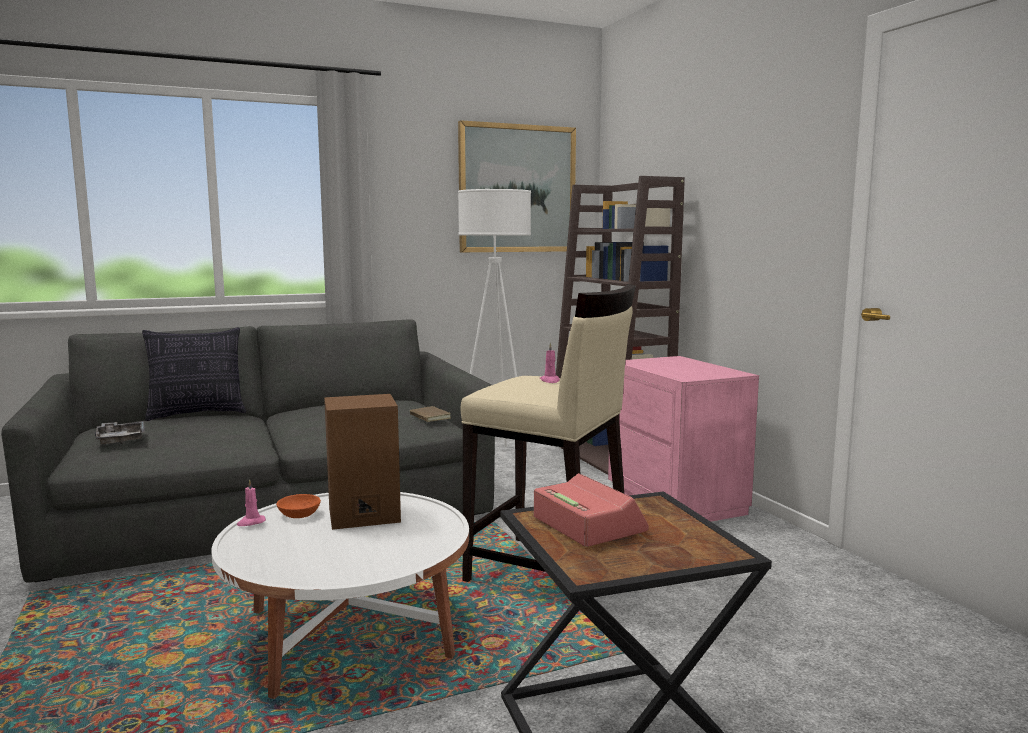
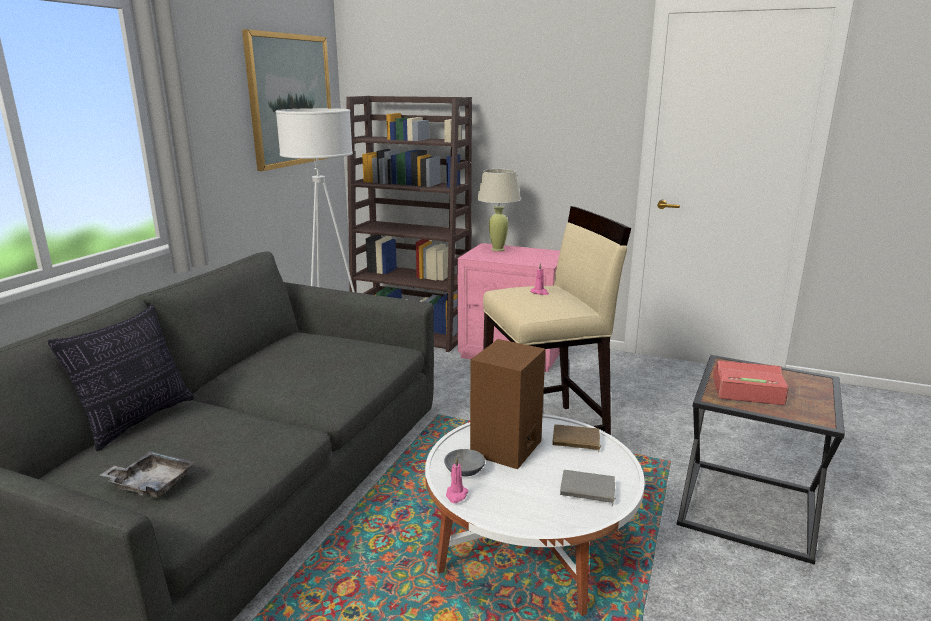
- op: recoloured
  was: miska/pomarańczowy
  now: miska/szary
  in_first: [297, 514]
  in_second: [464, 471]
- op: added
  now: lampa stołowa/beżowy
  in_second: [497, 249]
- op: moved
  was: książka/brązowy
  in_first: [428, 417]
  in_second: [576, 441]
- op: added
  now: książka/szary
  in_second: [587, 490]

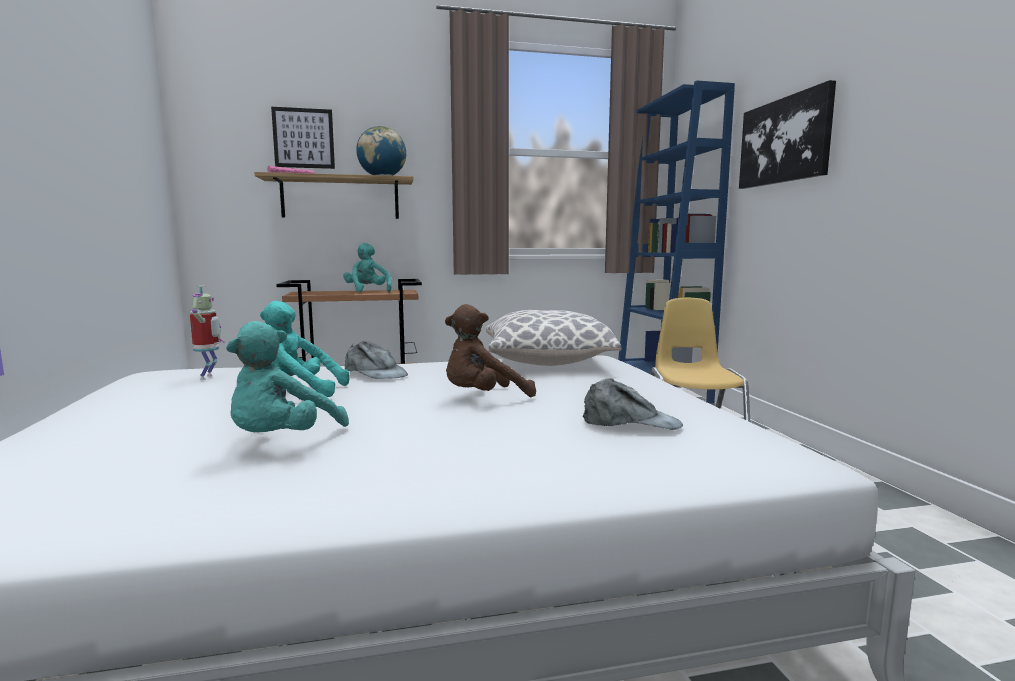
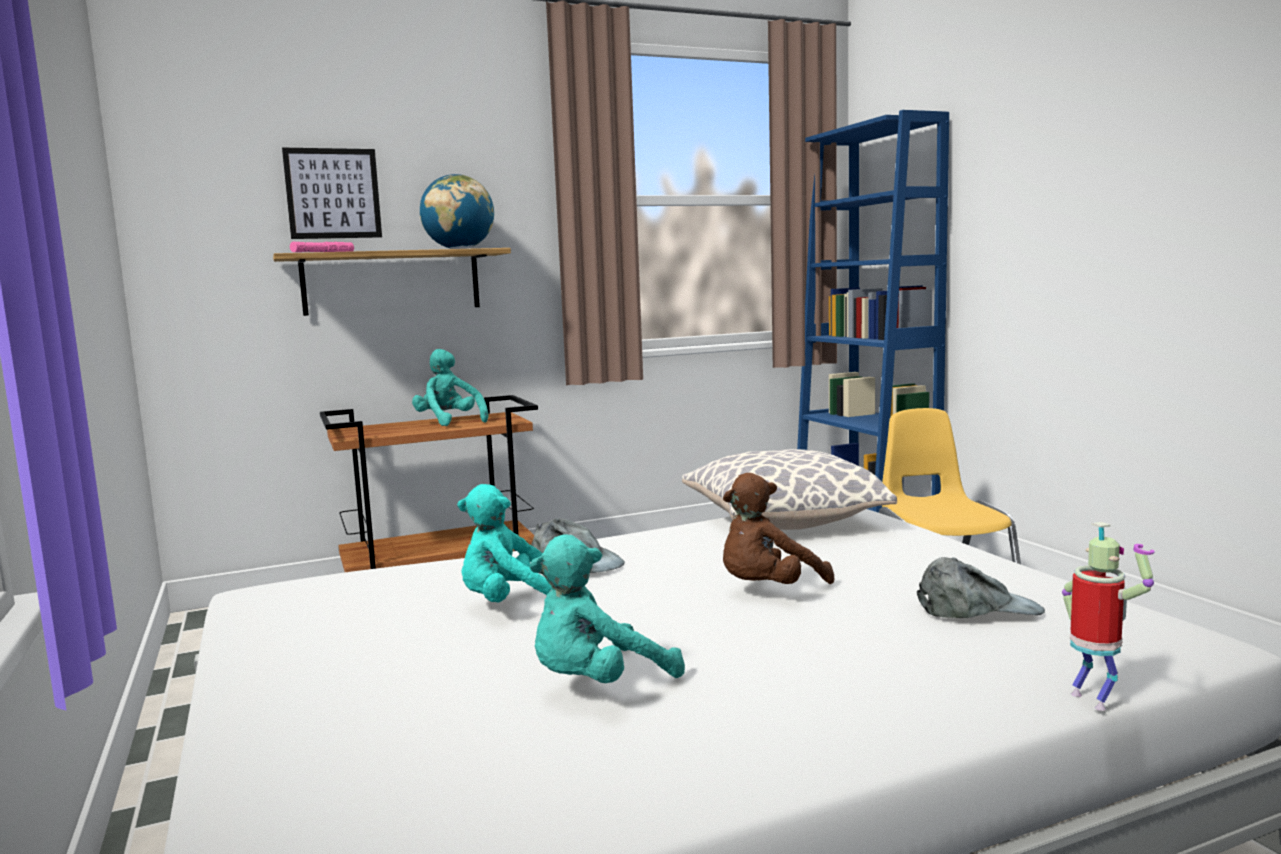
- op: turned
  was: pluszak/turkusowy
  in_first: [283, 441]
  in_second: [598, 683]
  clockwise: 45
- op: moved
  was: robot zabawkowy
  in_first: [209, 377]
  in_second: [1094, 700]
- op: removed
  was: obraz
  in_first: [785, 141]

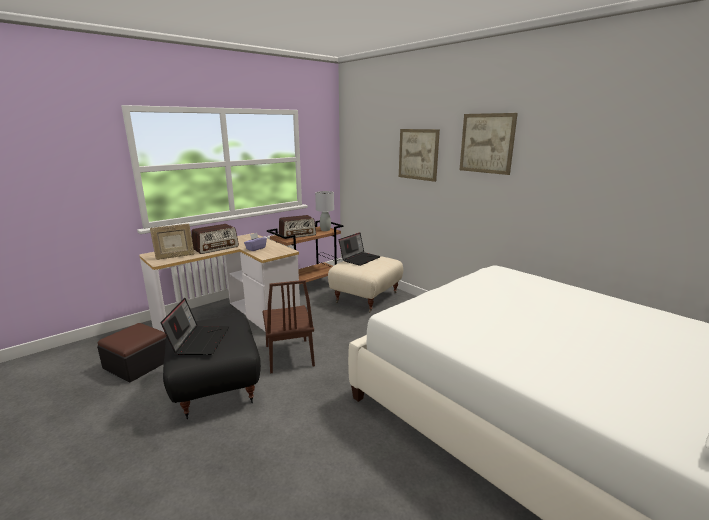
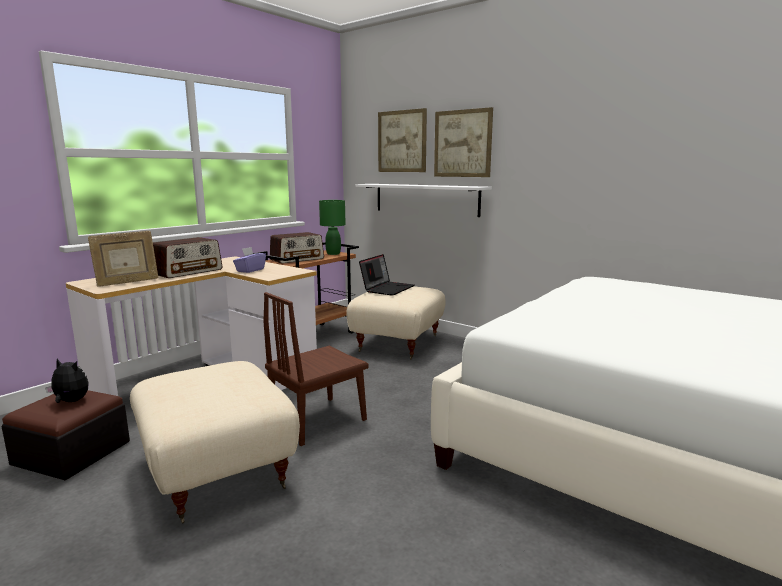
- op: added
  now: pluszak
  in_second: [70, 402]
- op: recoloured
  was: pufa/czarny
  now: pufa/beżowy
  in_first: [215, 386]
  in_second: [215, 471]
- op: turned
  was: krzesło/brązowy
  in_first: [289, 355]
  in_second: [317, 420]
  clockwise: 75
- op: recoloured
  was: lampa stołowa/szary
  now: lampa stołowa/zielony
  in_first: [325, 230]
  in_second: [333, 253]
- op: added
  now: półka/biały
  in_second: [425, 199]
- op: moved
  was: obraz
  in_first: [487, 143]
  in_second: [402, 141]
- op: removed
  was: laptop
  in_first: [199, 340]

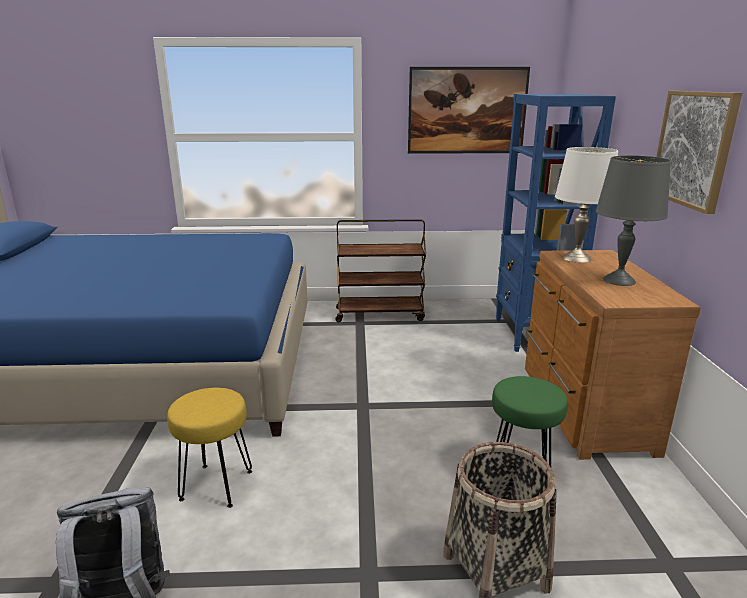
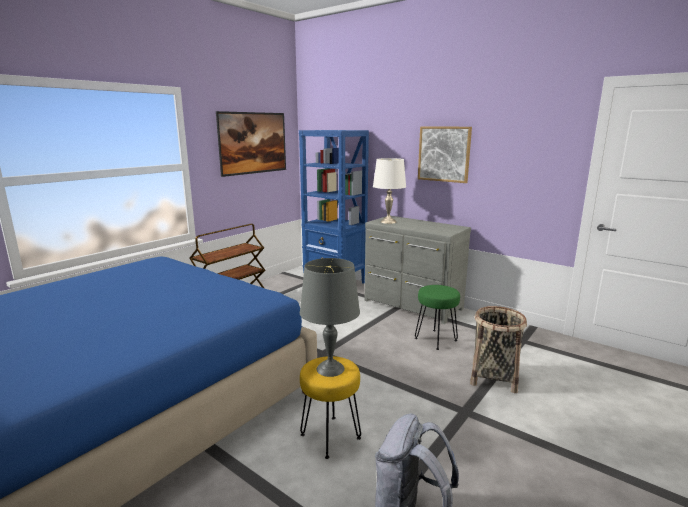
- op: moved
  was: lampa stołowa/szary
  in_first: [619, 280]
  in_second: [331, 369]
- op: recoloured
  was: komoda/brązowy
  now: komoda/szary
  in_first: [582, 410]
  in_second: [412, 305]

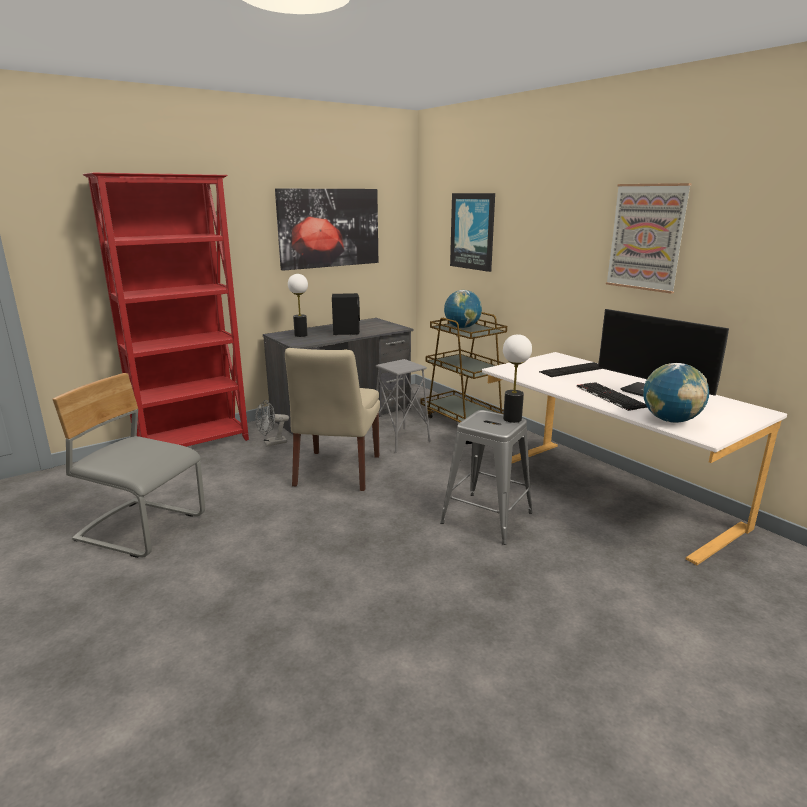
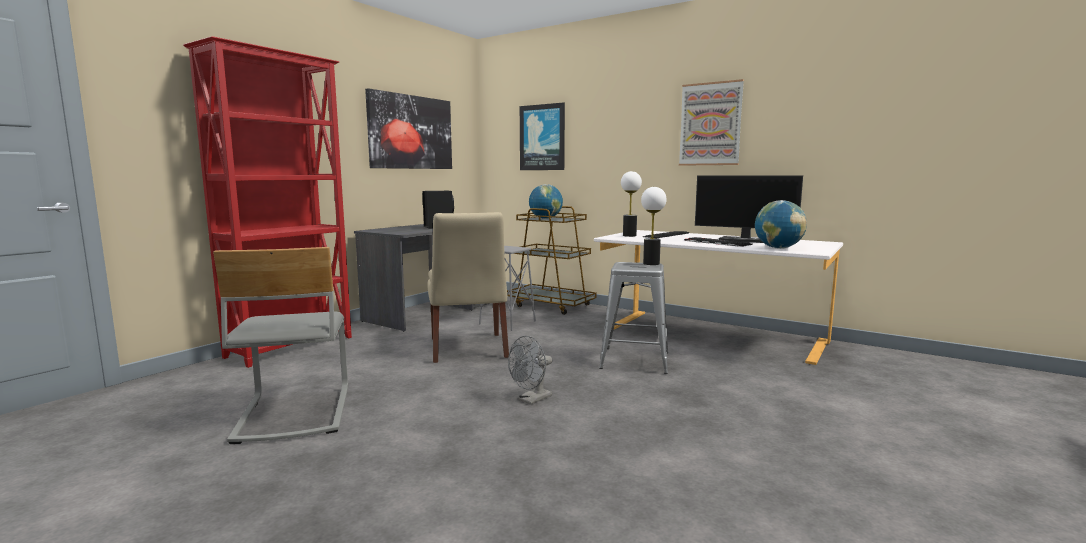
- op: turned
  was: krzesło/szary
  in_first: [142, 528]
  in_second: [293, 413]
  clockwise: -105
- op: moved
  was: wentylator/szary
  in_first: [271, 443]
  in_second: [531, 400]
- op: moved
  was: lampa stołowa
  in_first: [300, 335]
  in_second: [629, 235]

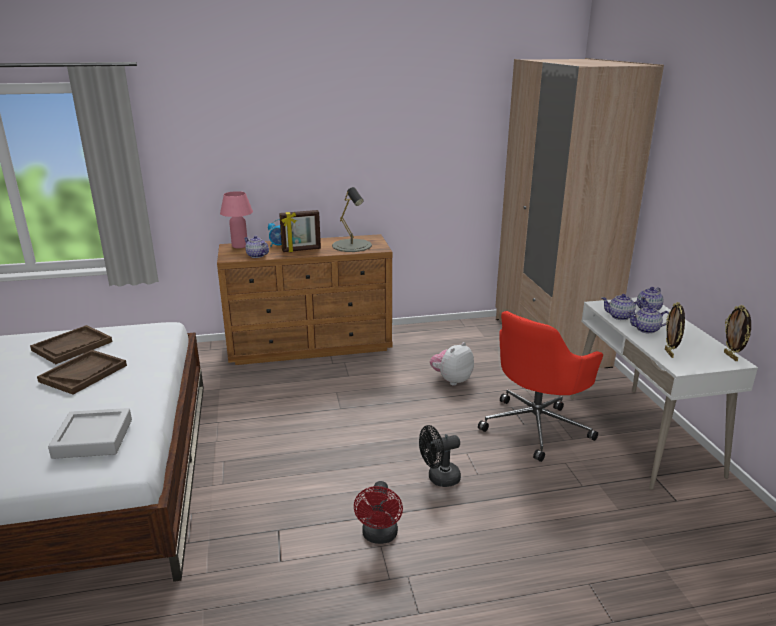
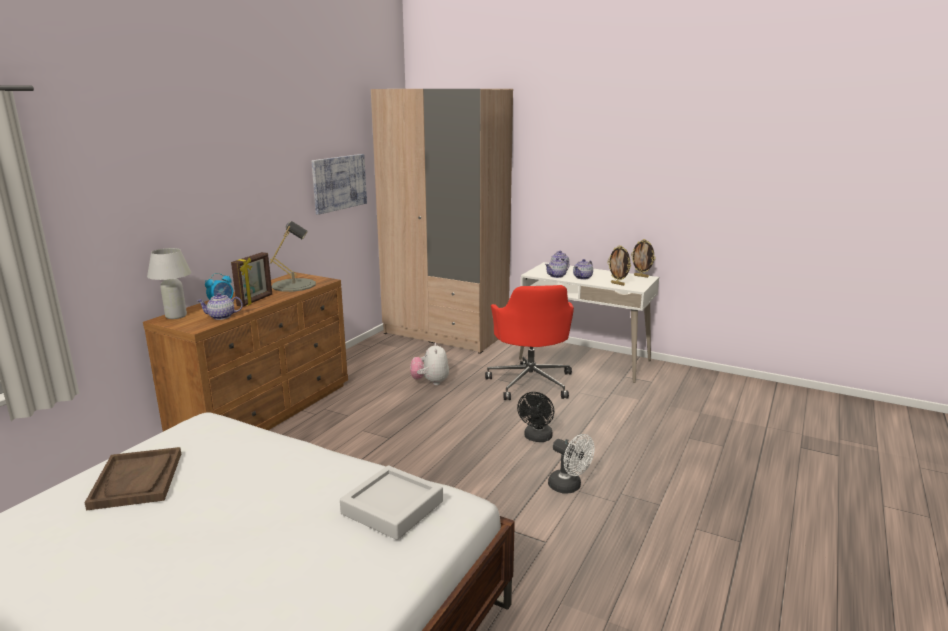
- op: recoloured
  was: lampa stołowa/różowy
  now: lampa stołowa/biały
  in_first: [240, 246]
  in_second: [176, 316]
- op: added
  now: obraz
  in_second: [339, 183]
- op: recoloured
  was: wentylator/czerwony
  now: wentylator/biały
  in_first: [379, 536]
  in_second: [569, 487]
- op: removed
  was: taca/brązowy
  in_first: [83, 373]

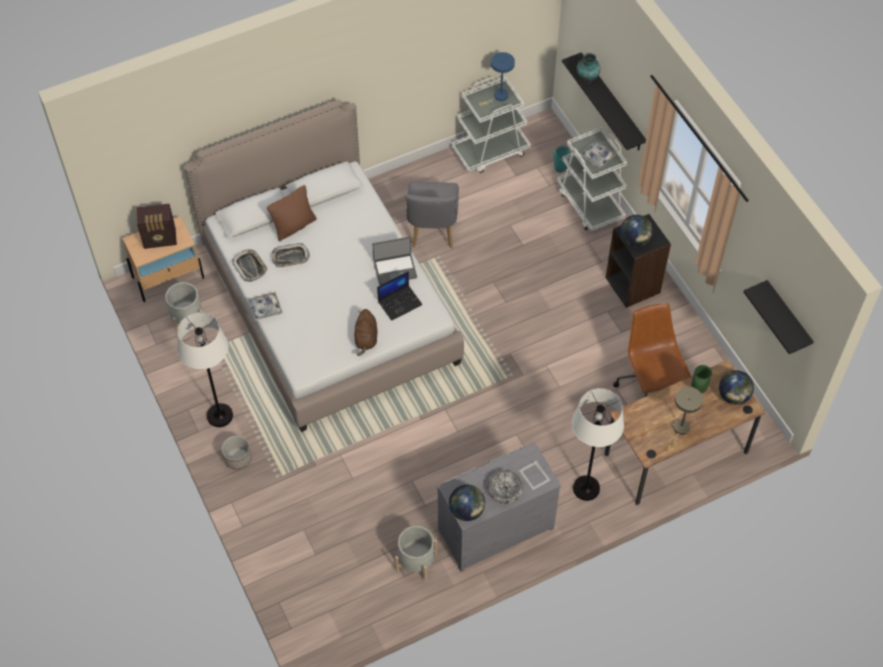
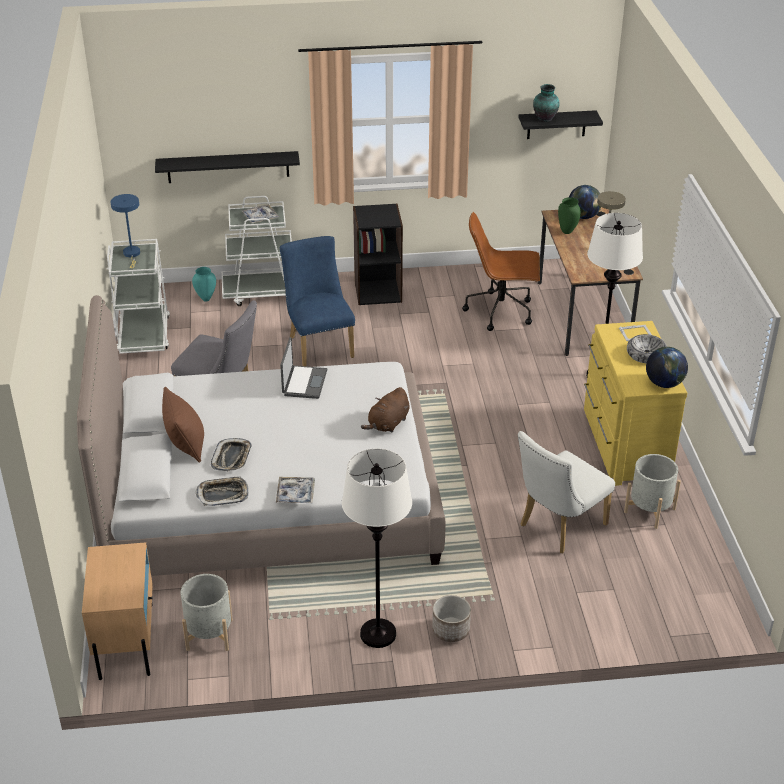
- op: added
  now: krzesło/niebieski
  in_second: [319, 344]
- op: turned
  was: pluszak/brązowy
  in_first: [366, 338]
  in_second: [388, 424]
  clockwise: 105
- op: added
  now: krzesło/biały
  in_second: [558, 527]
- op: moved
  was: wazon
  in_first: [587, 79]
  in_second: [545, 119]
- op: recoloured
  was: komoda/szary
  now: komoda/żółty
  in_first: [493, 527]
  in_second: [624, 445]
- op: removed
  was: radio
  in_first: [160, 239]
- op: removed
  was: laptop
  in_first: [400, 302]
- op: removed
  was: globus
  in_first: [634, 240]

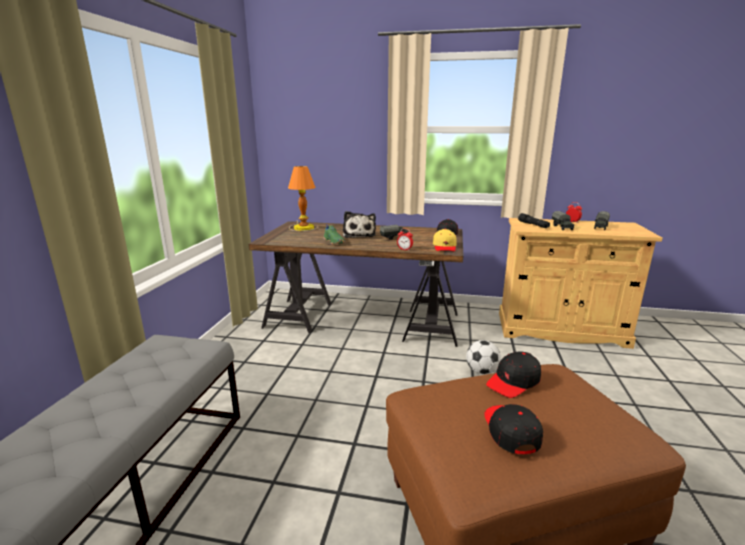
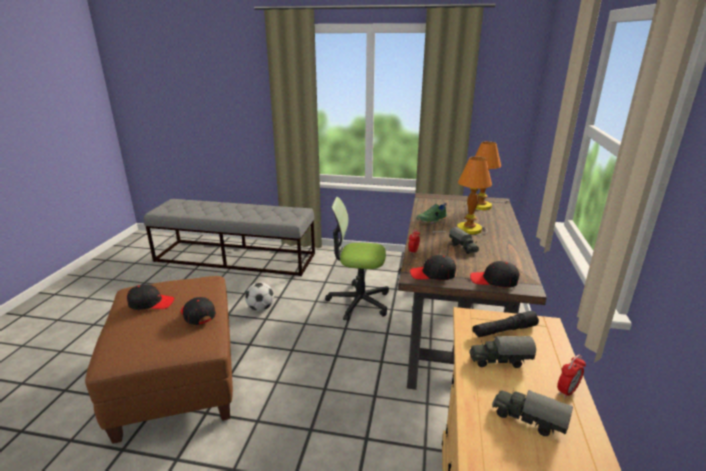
- op: moved
  was: piłka futbolowa
  in_first: [481, 371]
  in_second: [261, 308]
- op: added
  now: krzesło biurowe
  in_second: [359, 302]
- op: recoloured
  was: czapka z daszkiem/żółty
  now: czapka z daszkiem/czarny
  in_first: [444, 246]
  in_second: [433, 274]
- op: replaced
  was: pluszak
  now: lampa stołowa
  in_first: [359, 234]
  in_second: [467, 230]

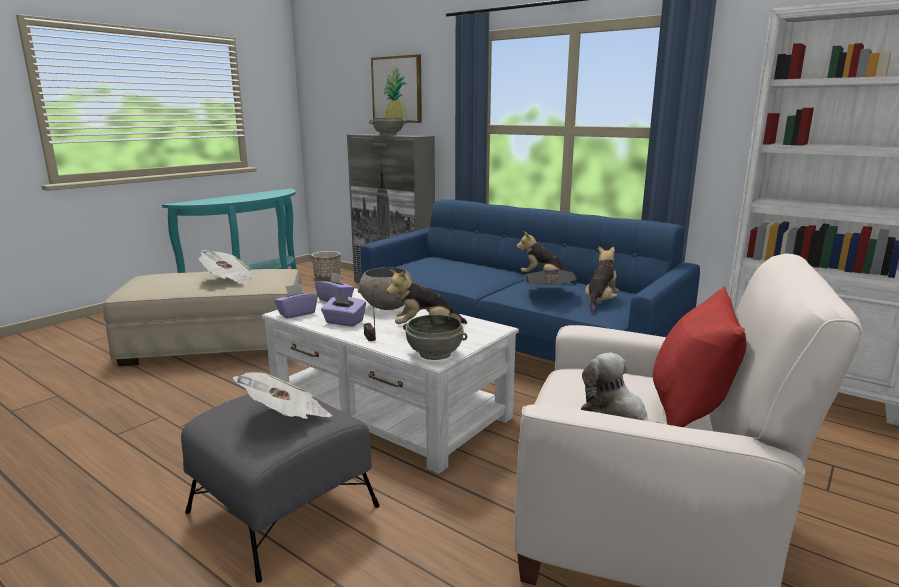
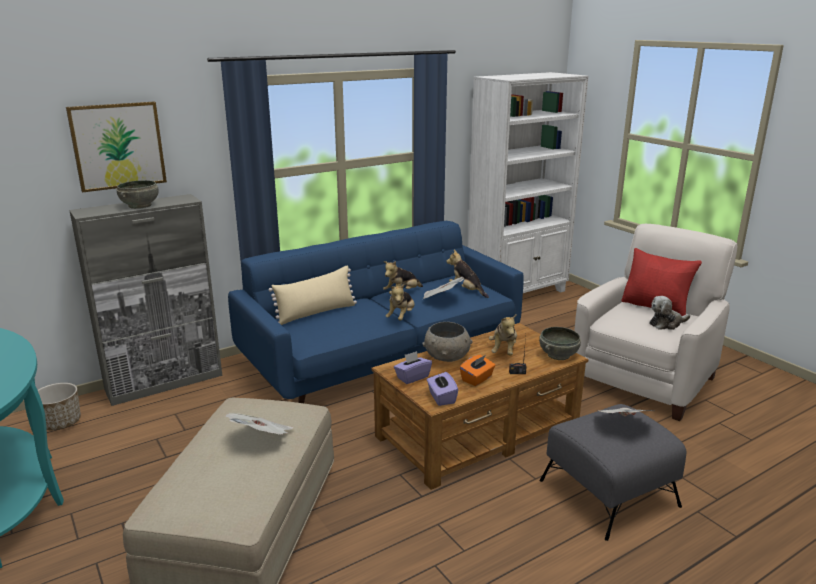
- op: added
  now: poduszka/beżowy
  in_second: [316, 313]
- op: recoloured
  was: ława/biały
  now: ława/brązowy
  in_first: [388, 408]
  in_second: [479, 431]
- op: added
  now: pluszak
  in_second: [401, 317]
- op: recoloured
  was: pudełko chusteczek/fioletowy
  now: pudełko chusteczek/pomarańczowy
  in_first: [344, 322]
  in_second: [477, 379]

